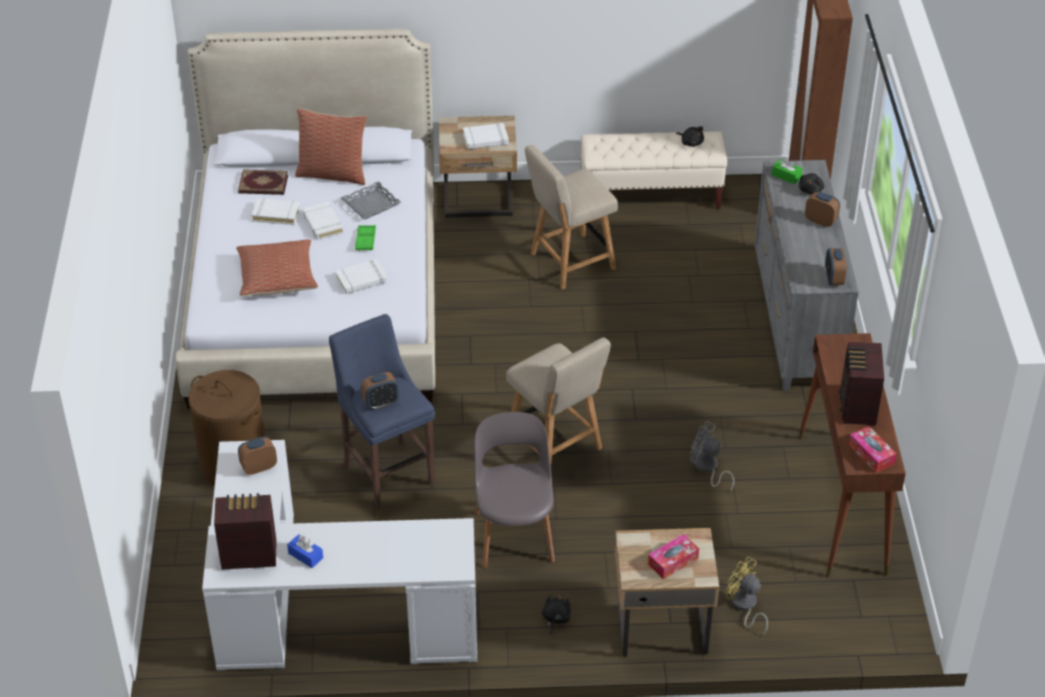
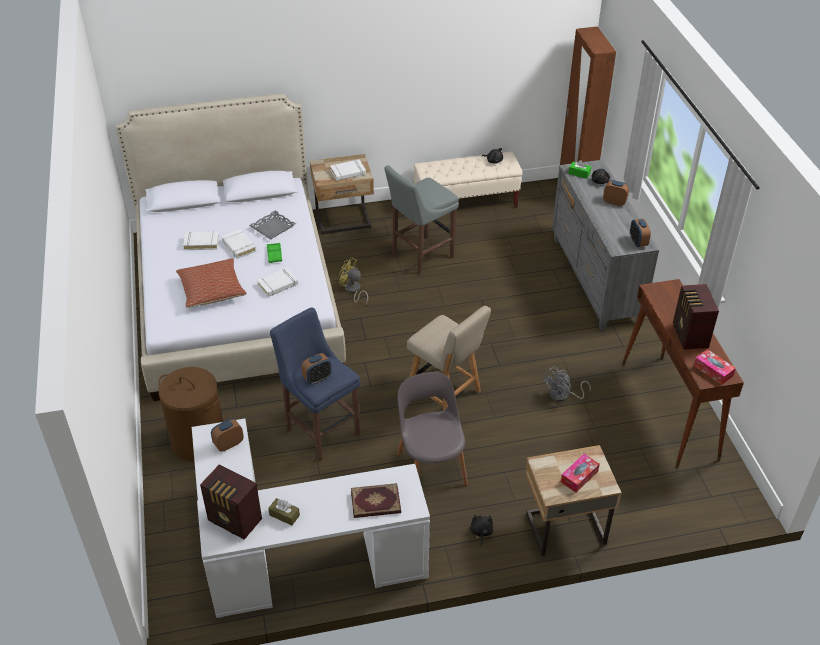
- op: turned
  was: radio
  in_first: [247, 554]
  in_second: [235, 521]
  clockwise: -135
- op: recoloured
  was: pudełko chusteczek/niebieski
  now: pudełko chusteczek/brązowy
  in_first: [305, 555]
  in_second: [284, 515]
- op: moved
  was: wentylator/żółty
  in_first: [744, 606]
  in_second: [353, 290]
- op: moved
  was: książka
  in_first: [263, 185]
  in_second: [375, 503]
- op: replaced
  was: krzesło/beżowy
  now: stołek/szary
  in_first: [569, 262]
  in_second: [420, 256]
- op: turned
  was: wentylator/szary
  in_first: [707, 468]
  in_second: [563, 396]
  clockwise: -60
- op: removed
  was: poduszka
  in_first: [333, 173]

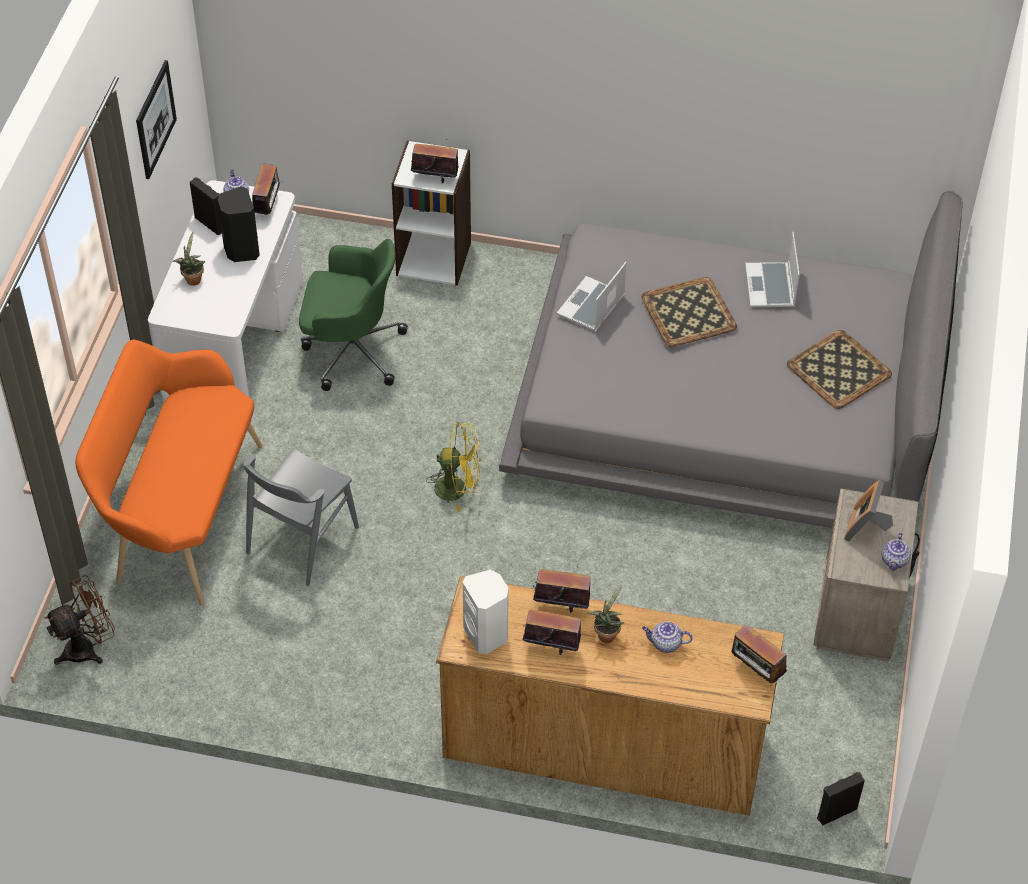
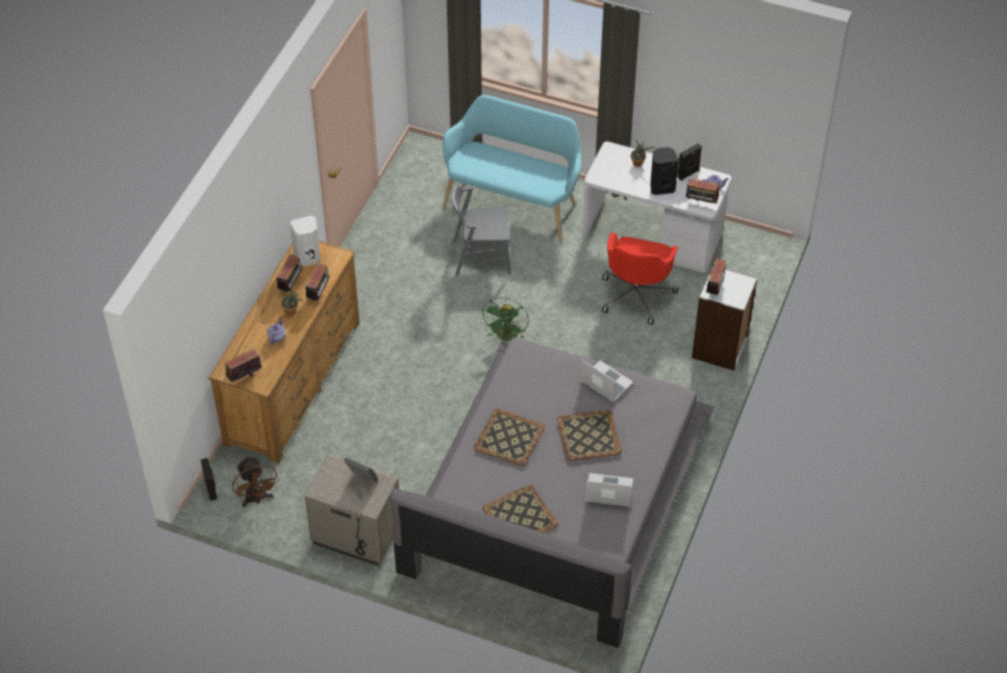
- op: moved
  was: wentylator/brązowy
  in_first: [88, 648]
  in_second: [257, 499]
- op: recoloured
  was: ławka/pomarańczowy
  now: ławka/turkusowy
  in_first: [181, 514]
  in_second: [513, 203]
- op: turned
  was: krzesło/szary
  in_first: [302, 540]
  in_second: [481, 257]
  clockwise: -45
- op: added
  now: taca
  in_second: [508, 438]
- op: recoloured
  was: wentylator/żółty
  now: wentylator/zielony
  in_first: [458, 488]
  in_second: [506, 337]
- op: recoloured
  was: krzesło biurowe/zielony
  now: krzesło biurowe/czerwony
  in_first: [351, 351]
  in_second: [637, 294]
- op: removed
  was: obraz
  in_first: [155, 119]
- op: removed
  was: imbryk
  in_first: [894, 561]

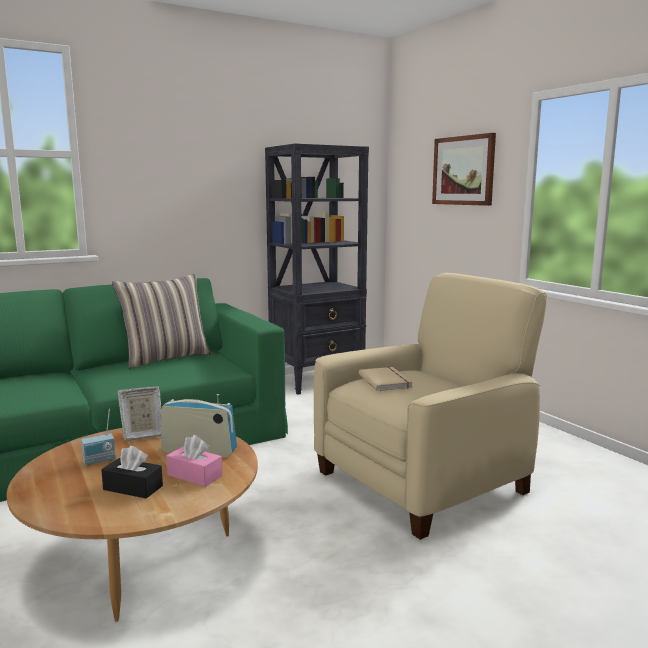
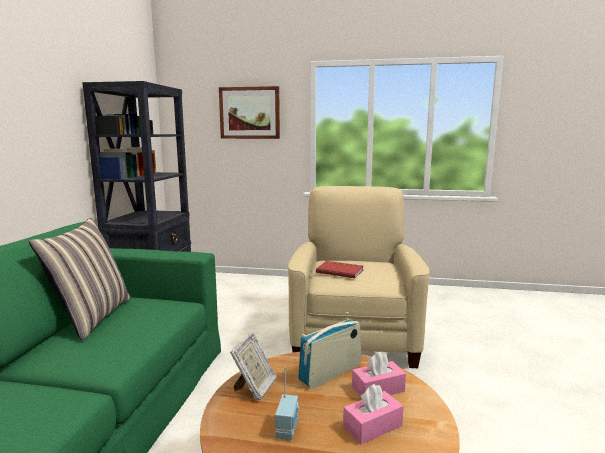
- op: recoloured
  was: książka/beżowy
  now: książka/czerwony
  in_first: [386, 381]
  in_second: [340, 271]
- op: recoloured
  was: pudełko chusteczek/czarny
  now: pudełko chusteczek/różowy
  in_first: [133, 488]
  in_second: [372, 426]

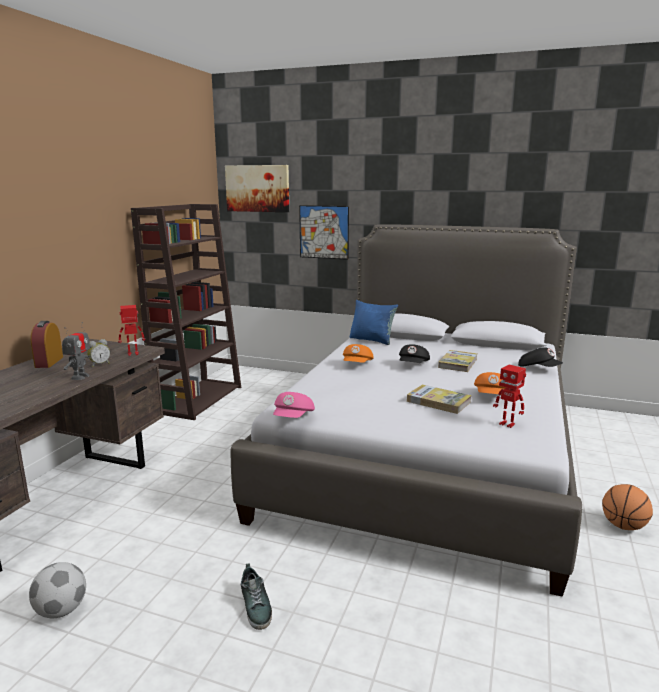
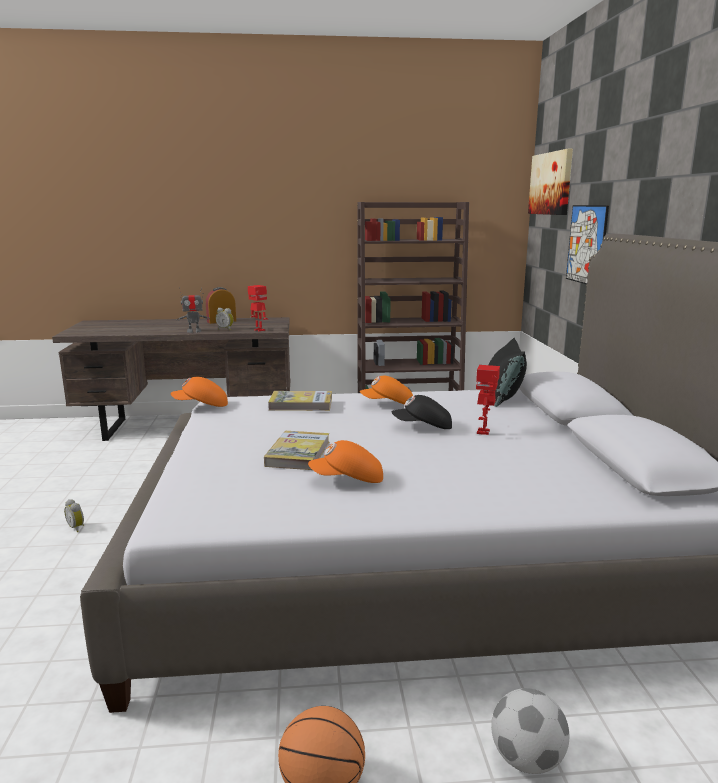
- op: replaced
  was: but
  now: budzik
  in_first: [256, 606]
  in_second: [77, 527]
- op: recoloured
  was: czapka z daszkiem/różowy
  now: czapka z daszkiem/pomarańczowy
  in_first: [293, 418]
  in_second: [201, 406]
- op: moved
  was: książka
  in_first: [458, 363]
  in_second: [301, 404]
- op: moved
  was: robot zabawkowy
  in_first: [507, 424]
  in_second: [484, 432]
- op: recoloured
  was: poduszka/niebieski
  now: poduszka/czarny
  in_first: [372, 340]
  in_second: [502, 397]
- op: moved
  was: piłka futbolowa
  in_first: [61, 610]
  in_second: [527, 759]
- op: removed
  was: czapka z daszkiem/czarny
  in_first: [538, 369]

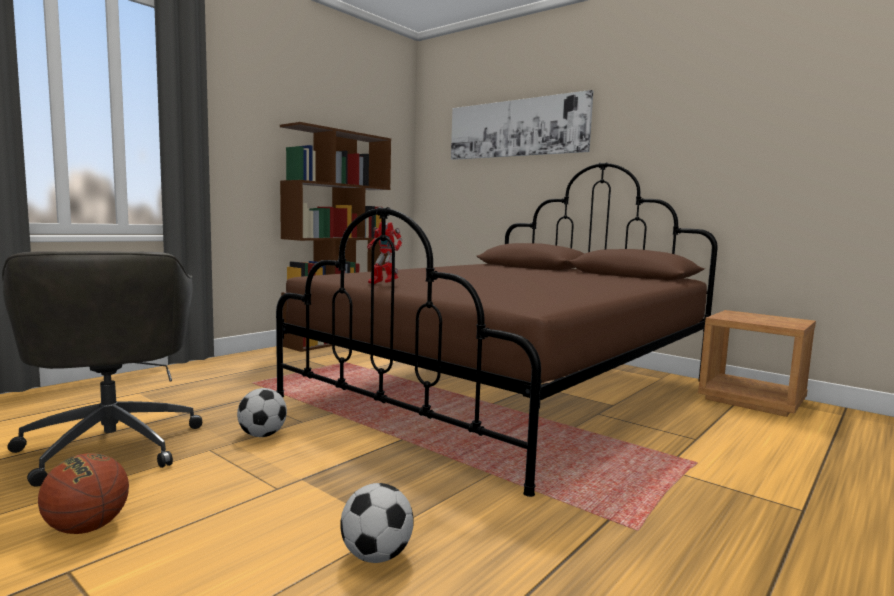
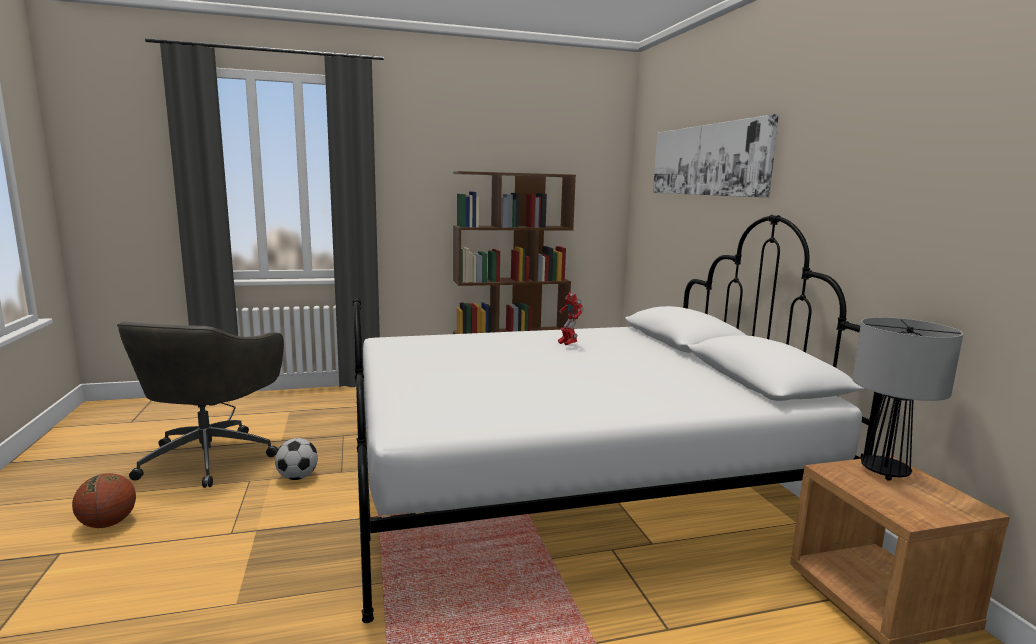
- op: recoloured
  was: łóżko/brązowy
  now: łóżko/biały
  in_first: [511, 390]
  in_second: [571, 487]
- op: moved
  was: robot zabawkowy
  in_first: [382, 284]
  in_second: [567, 345]
- op: added
  now: lampa stołowa
  in_second: [885, 472]
- op: removed
  was: piłka futbolowa
  in_first: [375, 556]

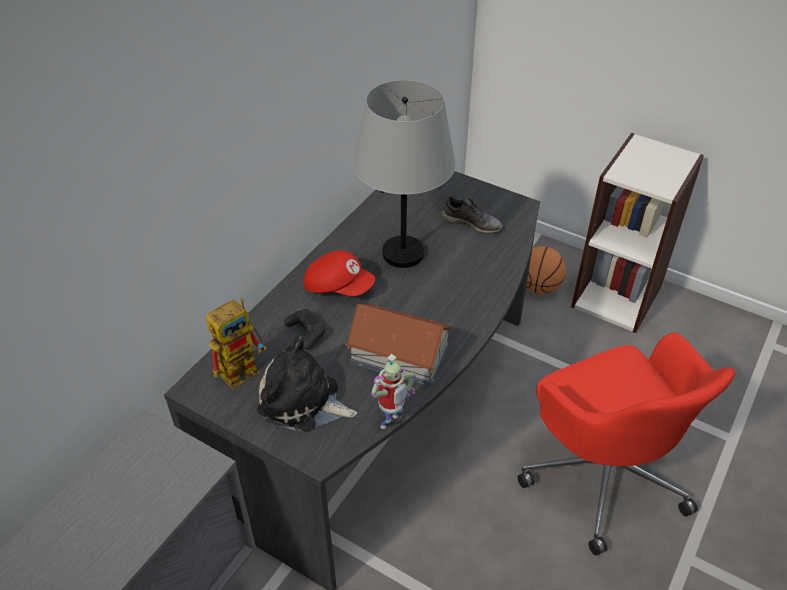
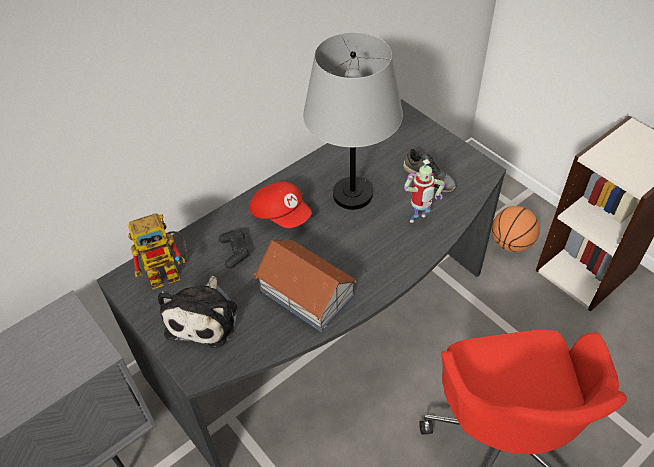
- op: turned
  was: pluszak
  in_first: [303, 402]
  in_second: [204, 317]
  clockwise: -120
- op: moved
  was: robot zabawkowy
  in_first: [391, 423]
  in_second: [419, 220]

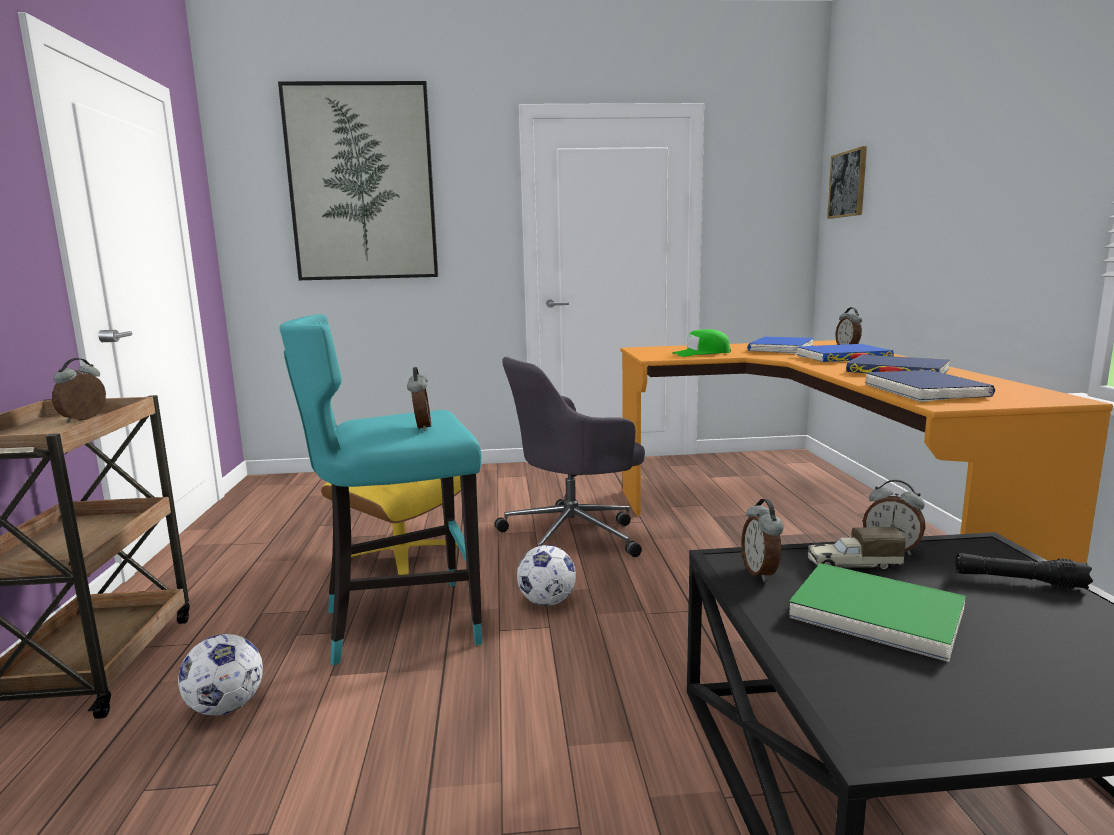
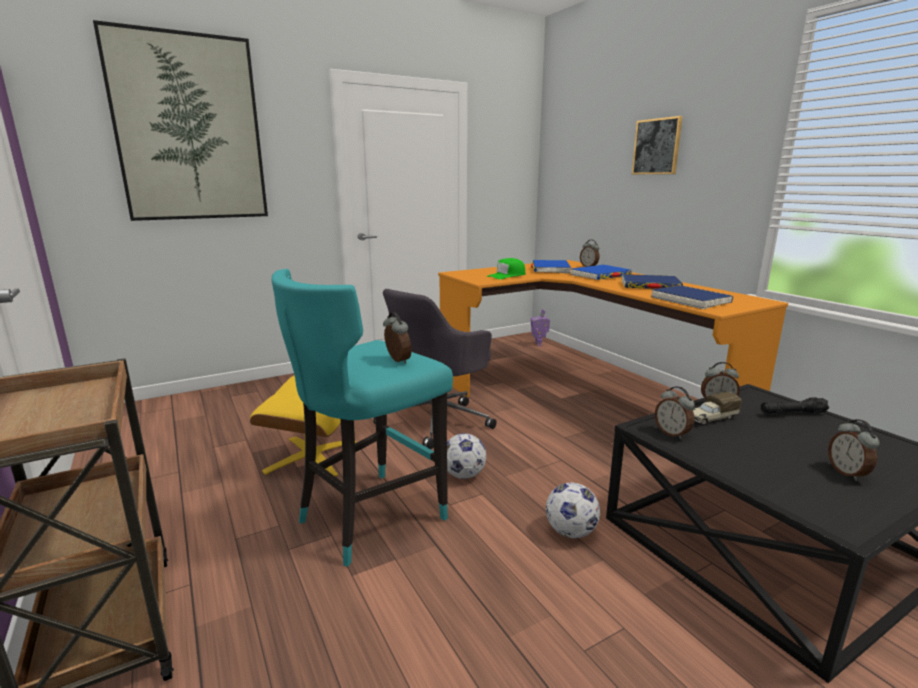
- op: added
  now: robot zabawkowy
  in_second: [539, 344]
- op: moved
  was: piłka futbolowa
  in_first: [226, 708]
  in_second: [571, 532]
- op: moved
  was: obraz
  in_first: [848, 184]
  in_second: [657, 146]
- op: moved
  was: budzik
  in_first: [85, 419]
  in_second: [847, 473]
- op: removed
  was: książka/zielony
  in_first: [876, 615]

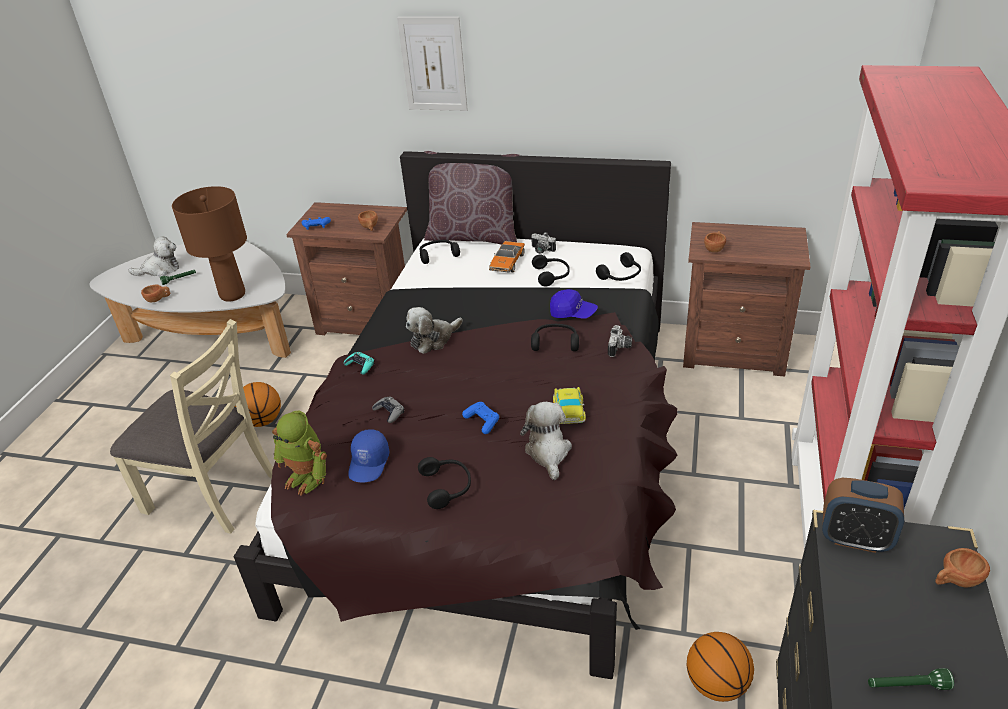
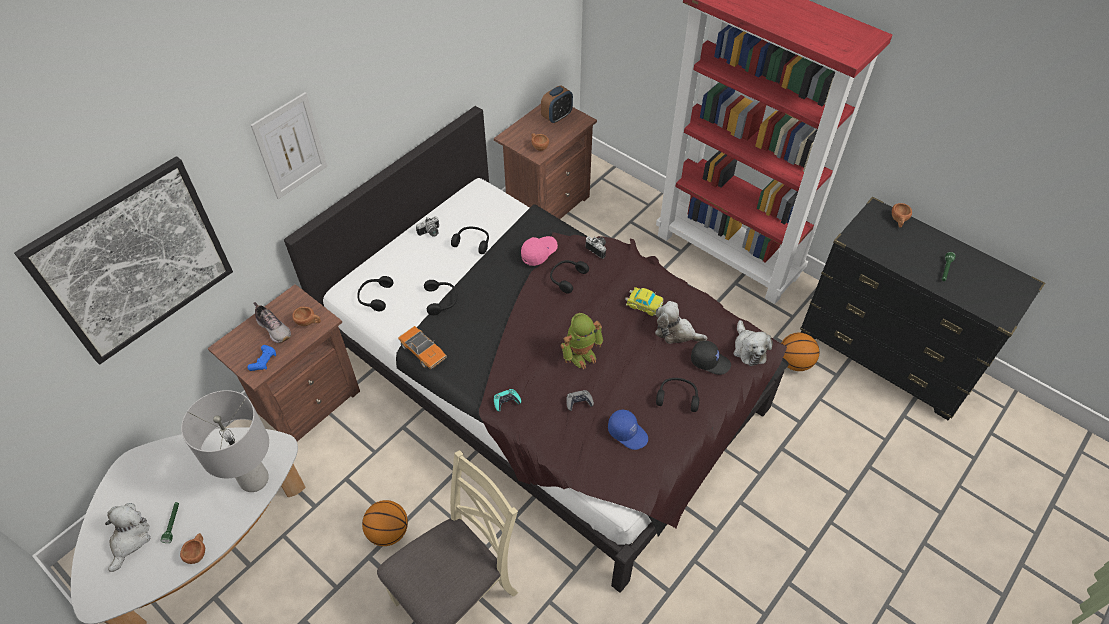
- op: added
  now: obraz
  in_second: [134, 261]
- op: recoloured
  was: lampa stołowa/brązowy
  now: lampa stołowa/szary
  in_first: [232, 295]
  in_second: [254, 480]
- op: added
  now: but
  in_second: [274, 328]
- op: moved
  was: samochodzik
  in_first: [507, 263]
  in_second: [423, 351]
- op: moved
  was: słuchawki/czarny
  in_first: [621, 276]
  in_second: [442, 300]
- op: recoloured
  was: czapka z daszkiem/niebieski
  now: czapka z daszkiem/różowy
  in_first: [573, 313]
  in_second: [539, 253]
- op: moved
  was: budzik
  in_first: [855, 539]
  in_second: [557, 117]
- op: moved
  was: robot zabawkowy
  in_first: [307, 477]
  in_second: [581, 354]
- op: added
  now: czapka z daszkiem/czarny
  in_second: [710, 361]
- op: moved
  was: pluszak
  in_first: [433, 339]
  in_second: [749, 349]
- op: removed
  was: poduszka/brązowy
  in_first: [474, 236]
- op: removed
  was: pad do gier/niebieski
  in_first: [482, 421]

